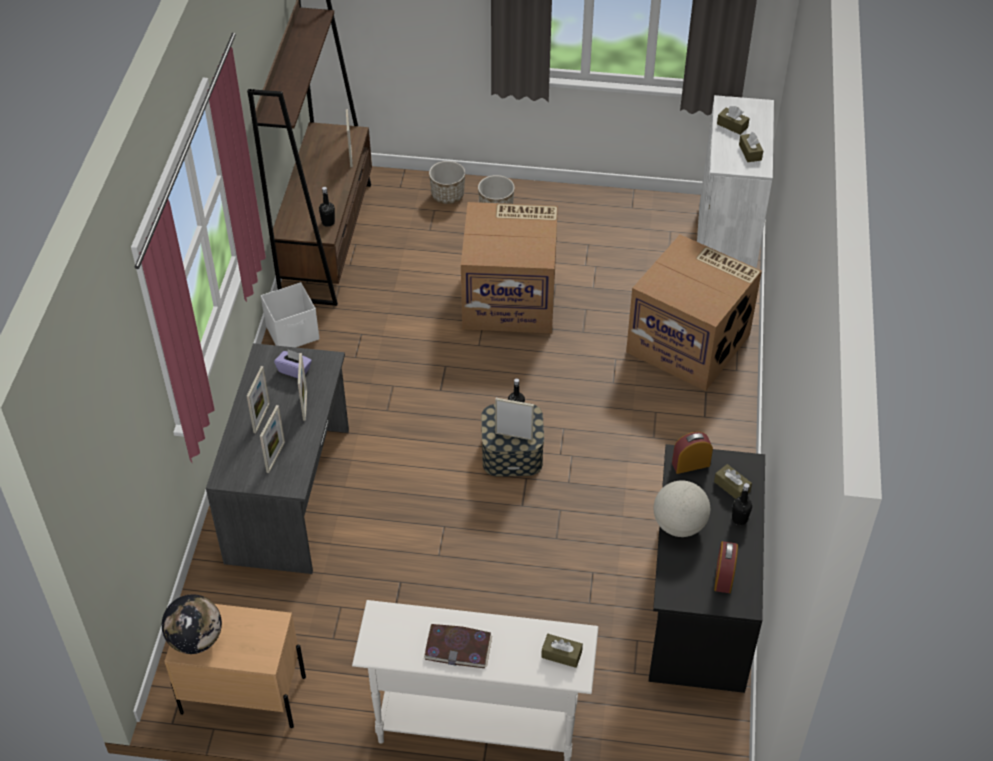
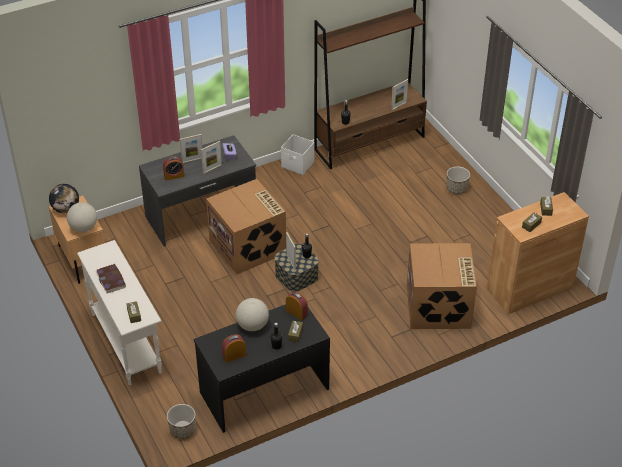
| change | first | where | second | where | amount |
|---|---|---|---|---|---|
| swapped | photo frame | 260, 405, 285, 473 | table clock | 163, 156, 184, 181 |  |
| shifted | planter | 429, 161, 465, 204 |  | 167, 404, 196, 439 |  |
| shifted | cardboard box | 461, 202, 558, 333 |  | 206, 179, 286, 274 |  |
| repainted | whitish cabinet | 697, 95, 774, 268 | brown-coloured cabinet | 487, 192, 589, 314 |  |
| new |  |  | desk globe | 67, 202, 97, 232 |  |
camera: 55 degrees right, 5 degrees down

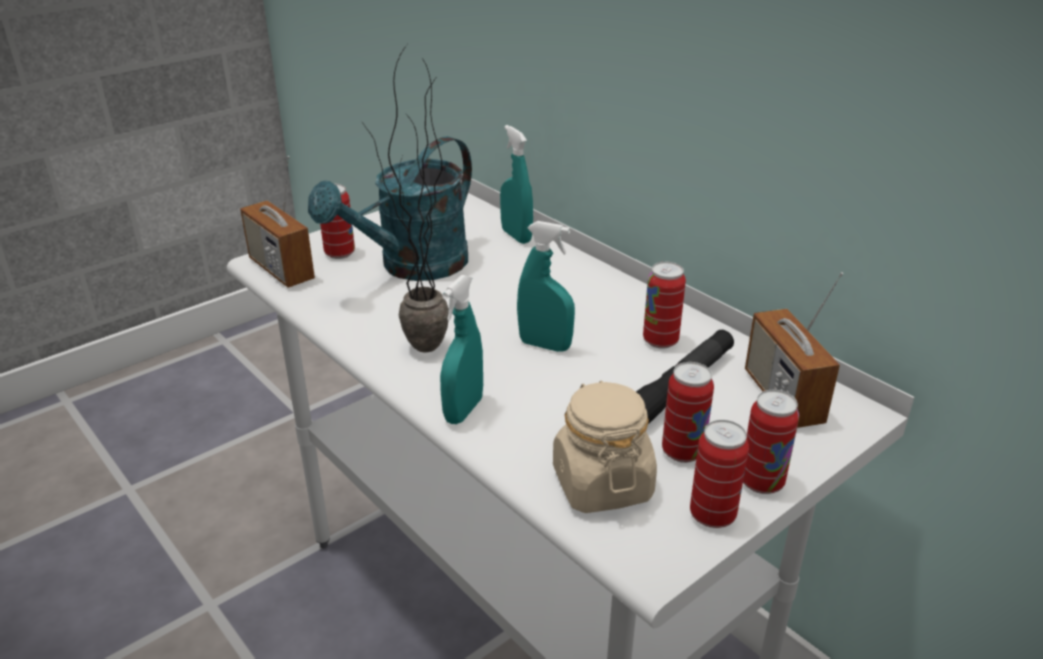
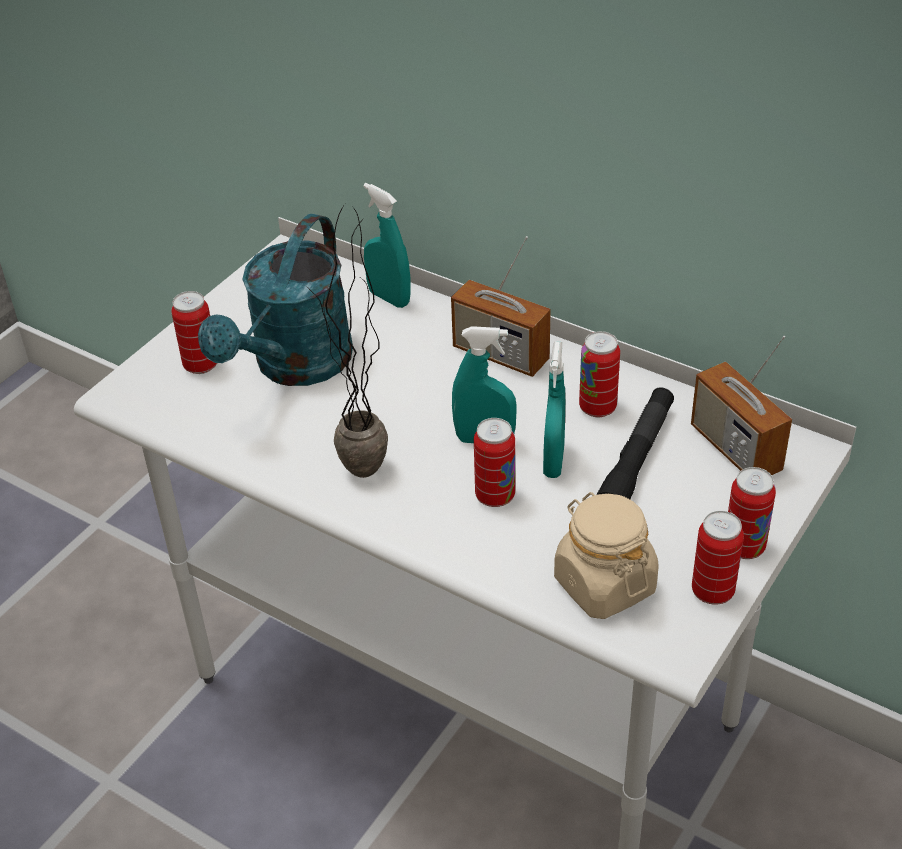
| change | first | where | second | where | amount |
|---|---|---|---|---|---|
| shifted | radio receiver | 240, 156, 315, 288 |  | 451, 236, 551, 377 |  |
| shifted | turquoise spray bottle | 440, 275, 483, 424 |  | 543, 341, 565, 478 |  |
| shifted | metal can | 662, 362, 714, 463 |  | 474, 418, 515, 507 |  |
camera: 15 degrees left, 10 degrees up

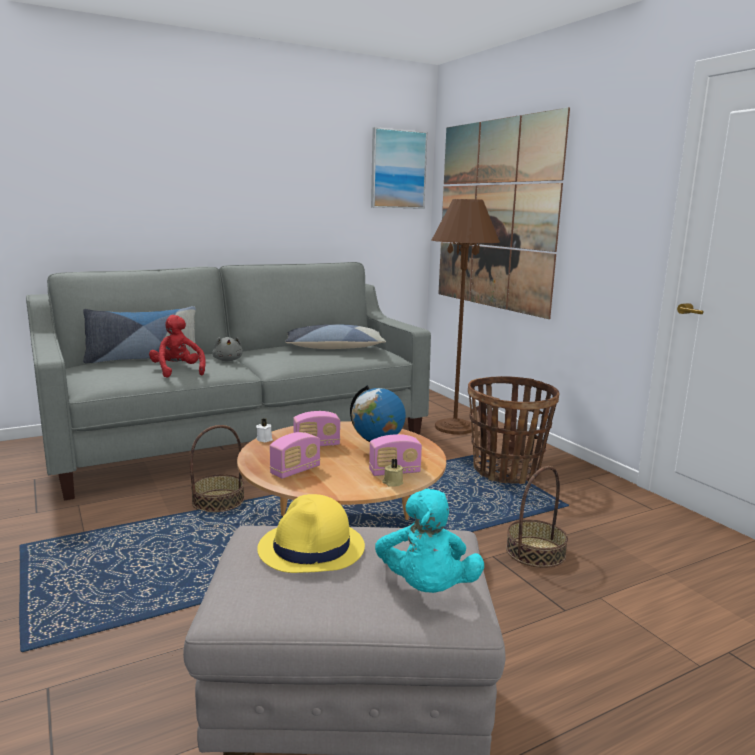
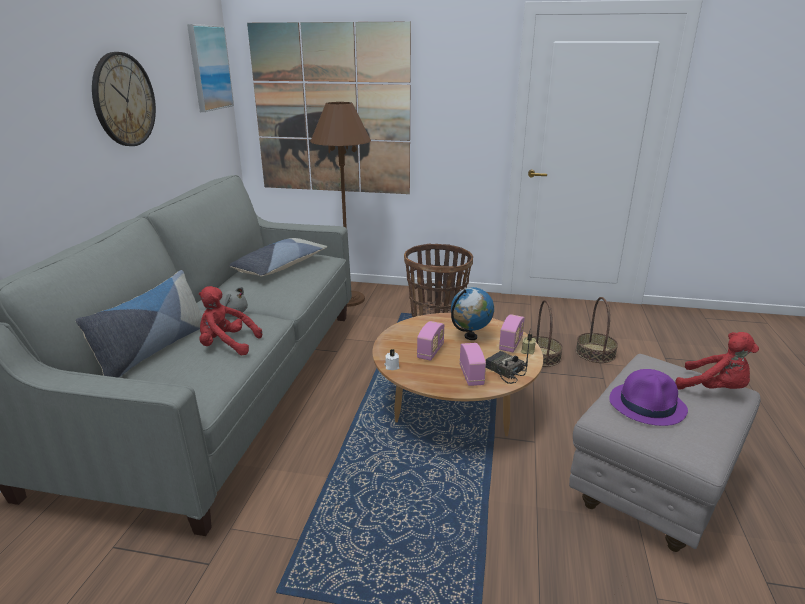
| change | first | where | second | where | amount |
|---|---|---|---|---|---|
| shifted | basket | 190, 425, 245, 512 |  | 576, 297, 618, 363 |  |
| repainted | yellow-coloured clothing hat | 257, 494, 365, 573 | purple clothing hat | 609, 369, 688, 426 |  |
| repainted | turquoise plush toy | 375, 489, 484, 593 | reddish plush toy | 675, 332, 759, 390 |  |
| new |  |  | wall clock | 92, 52, 156, 146 |  |
| new |  |  | radio receiver | 486, 333, 530, 384 |  |
camera: 50 degrees left, 10 degrees up

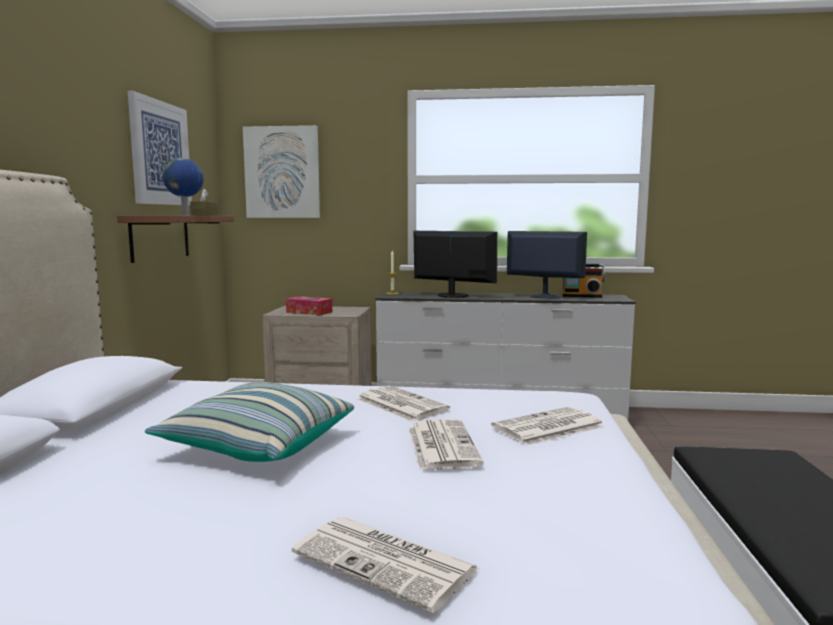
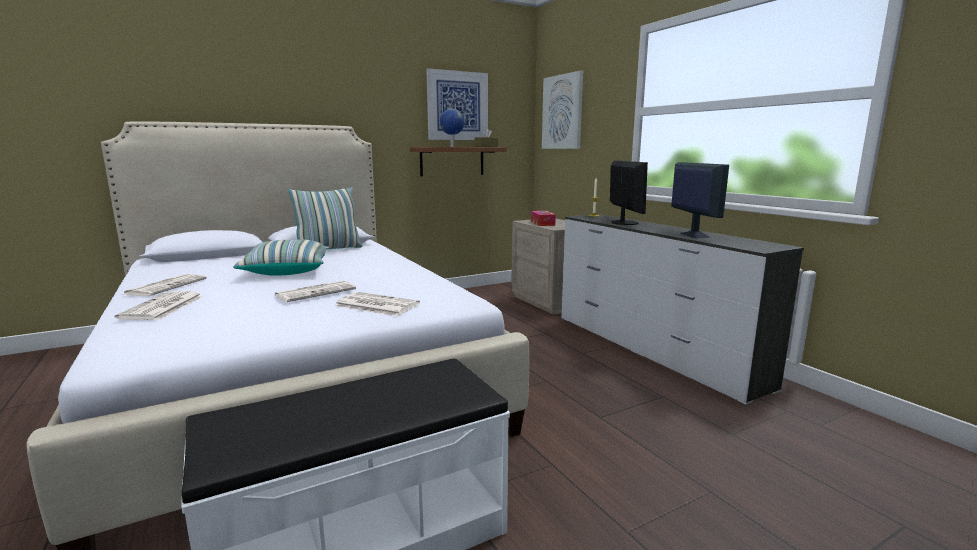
| change | first | where | second | where | amount |
|---|---|---|---|---|---|
| shifted | printed paper | 357, 386, 450, 422 |  | 124, 274, 207, 296 |  |
| gone | radio receiver | 562, 264, 605, 298 |  |  |  |
| new |  |  | pillow | 288, 187, 363, 249 |  |
camera: 55 degrees right, 5 degrees up

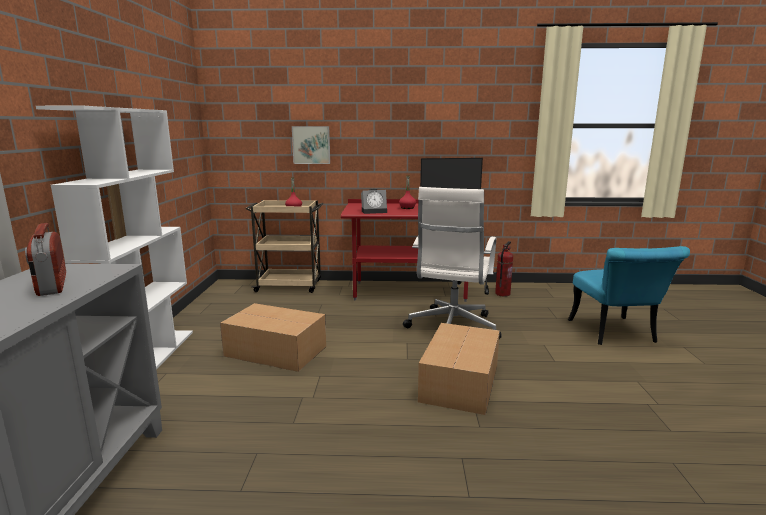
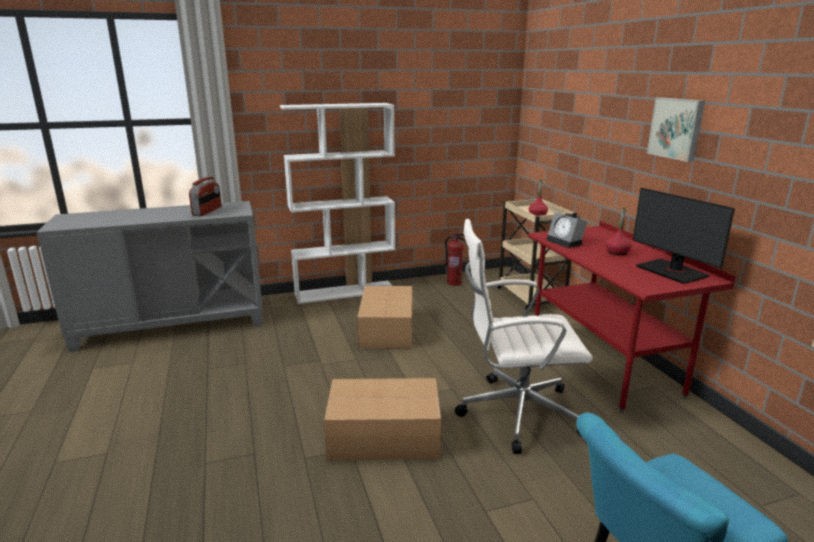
| change | first | where | second | where | amount |
|---|---|---|---|---|---|
| rotated | radio receiver | 25, 223, 66, 296 |  | 189, 177, 221, 216 | 150 degrees clockwise |
| shifted | wall picture | 292, 126, 330, 164 |  | 647, 97, 705, 162 |  |
| shifted | fire-fighting cylinder | 495, 241, 513, 297 |  | 445, 233, 466, 286 |  |
camera: 70 degrees right, 5 degrees up

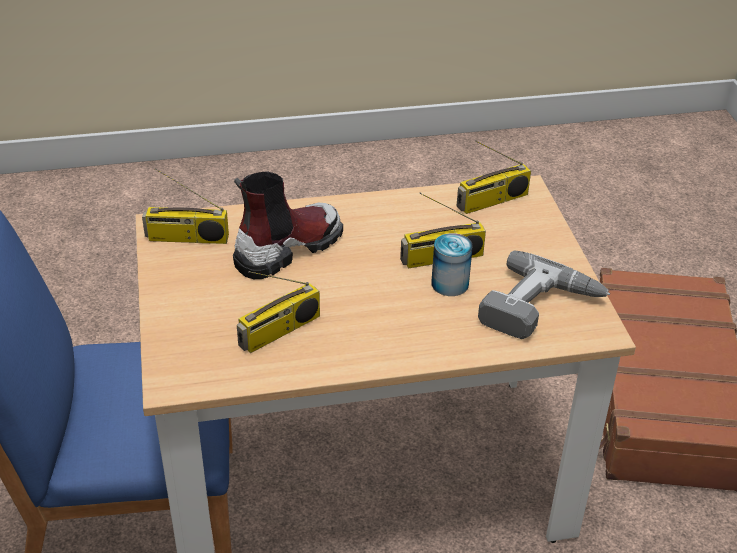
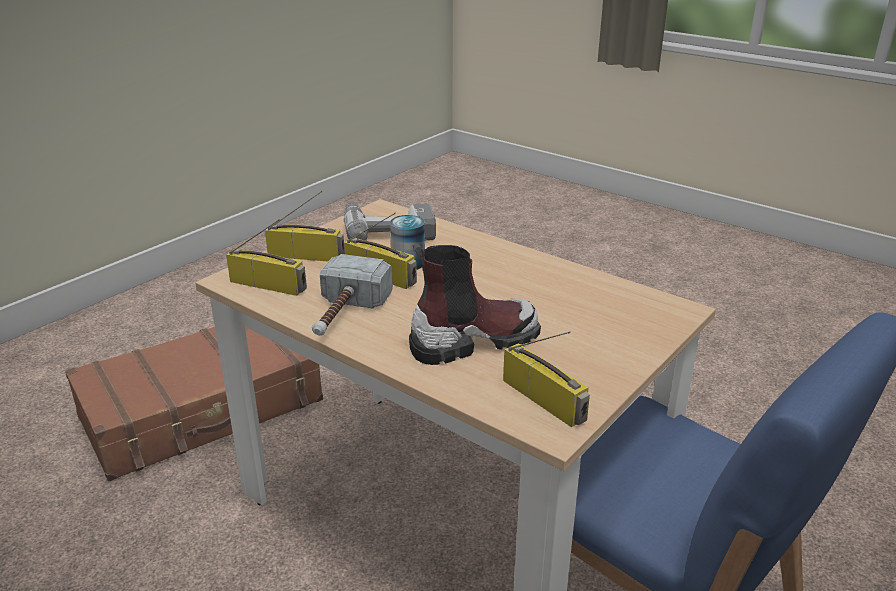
| change | first | where | second | where | amount |
|---|---|---|---|---|---|
| rotated | boot | 233, 171, 343, 279 |  | 409, 243, 541, 365 | 150 degrees clockwise |
| shifted | radio receiver | 237, 271, 320, 353 |  | 265, 191, 345, 261 |  |
| new |  |  | hammer | 312, 254, 393, 336 |  |
camera: 130 degrees left, 10 degrees down

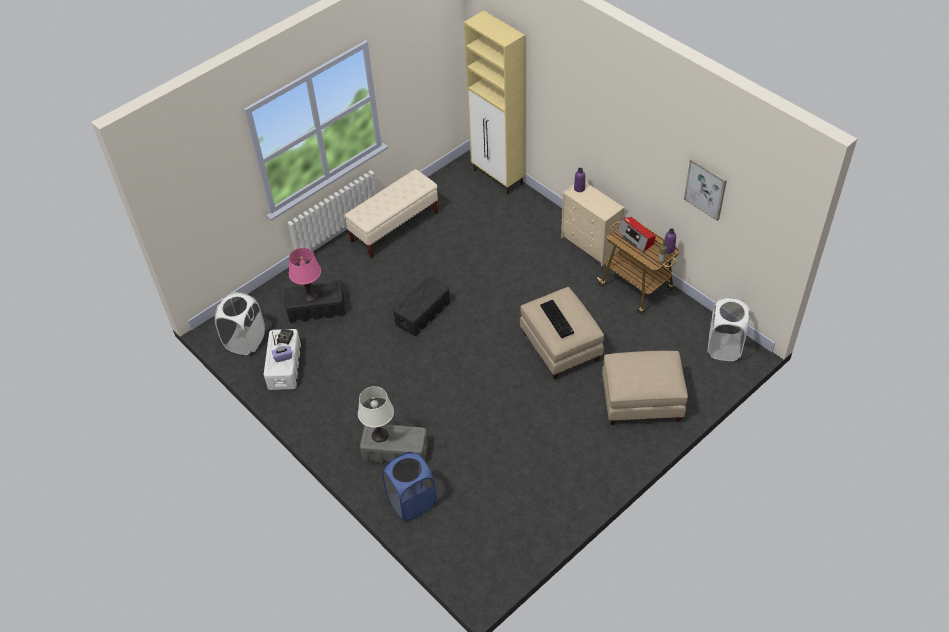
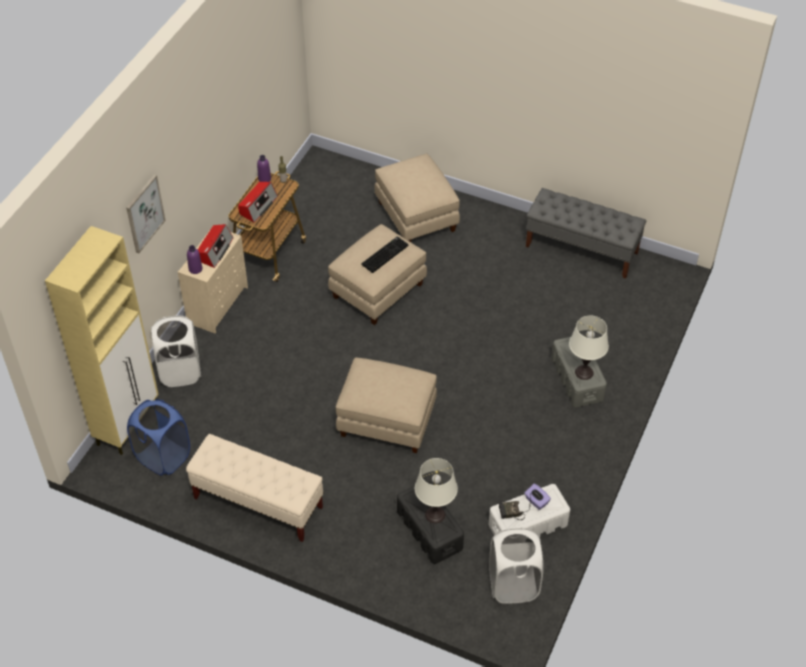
| change | first | where | second | where | amount |
|---|---|---|---|---|---|
| repainted | pink-coloured lamp for a table | 289, 248, 321, 302 | whitish lamp for a table | 415, 458, 458, 523 |  |
| shifted | bluish hamper | 382, 452, 437, 521 |  | 127, 399, 190, 475 |  |
| swapped | blackish storage container | 393, 276, 450, 336 | beige-coloured ottoman | 336, 357, 437, 453 |  |
| shifted | wall picture | 684, 158, 727, 221 |  | 126, 174, 166, 253 |  |
| shifted | whitish hamper | 707, 297, 750, 361 |  | 151, 315, 201, 387 |  |
| new |  |  | radio receiver | 198, 224, 233, 268 |  |
| new |  |  | grey indoor bench | 526, 188, 646, 279 |  |
camera: 115 degrees left, 0 degrees up

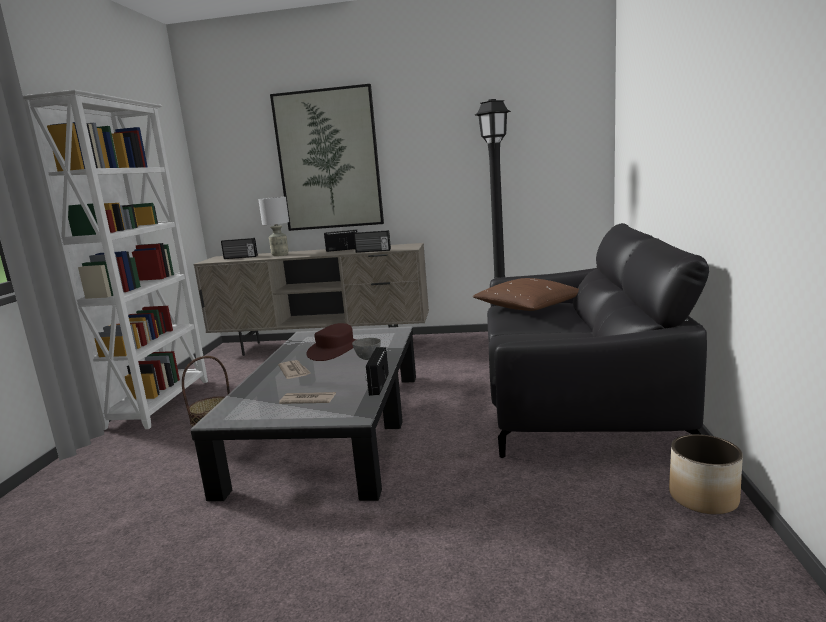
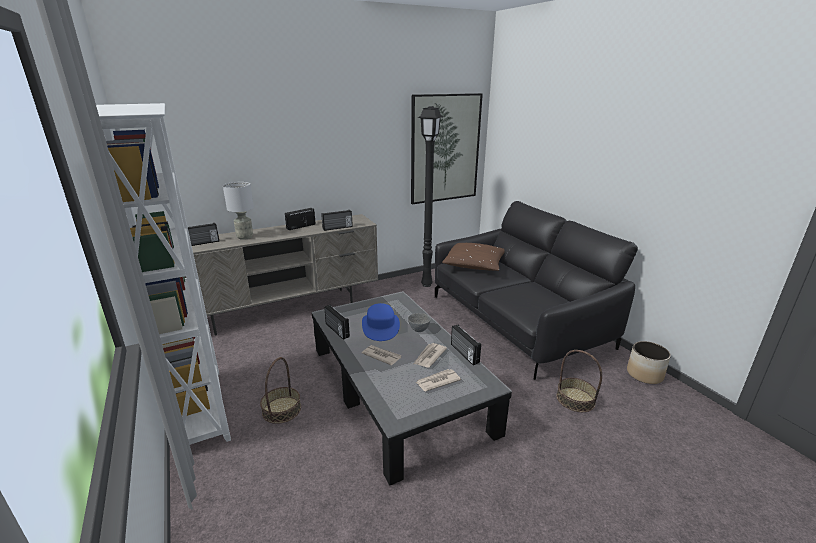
| change | first | where | second | where | amount |
|---|---|---|---|---|---|
| shifted | wall picture | 270, 84, 384, 231 |  | 411, 93, 483, 204 |  |
| repainted | brown-coloured clothing hat | 306, 323, 357, 361 | bluish clothing hat | 362, 303, 400, 341 |  |
| new |  |  | radio receiver | 324, 304, 350, 340 |  |
| new |  |  | printed paper | 414, 343, 447, 368 |  |
| new |  |  | basket | 557, 350, 602, 412 |  |
camera: 35 degrees left, 10 degrees up

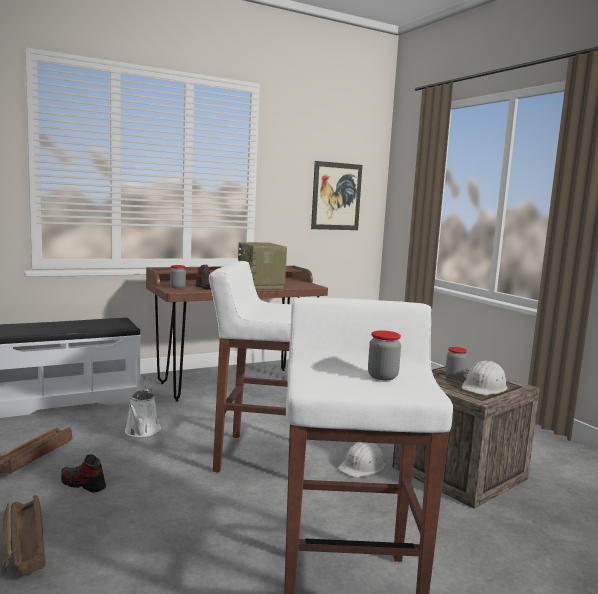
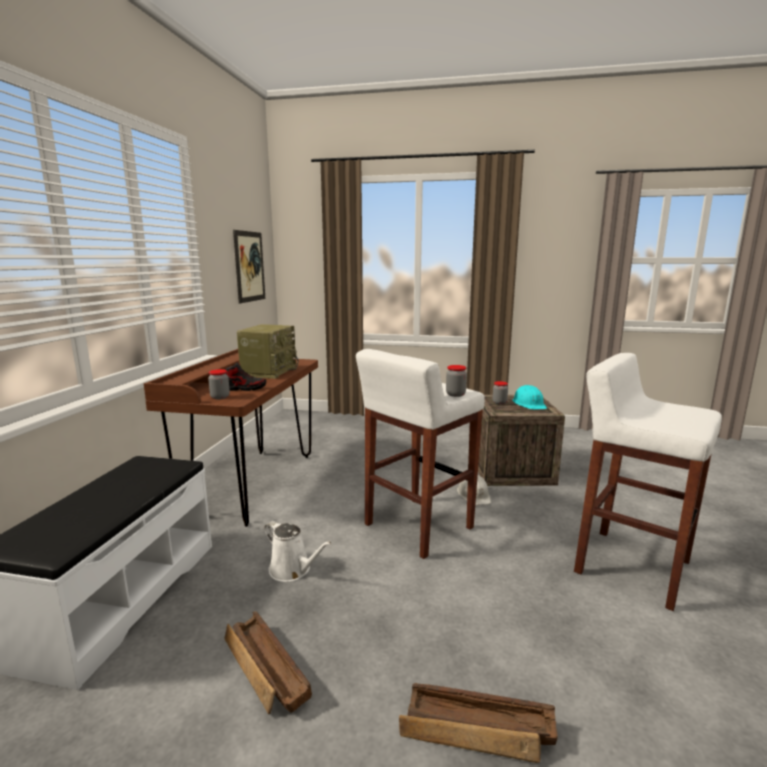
| change | first | where | second | where | amount |
|---|---|---|---|---|---|
| gone | shoe | 61, 455, 106, 493 |  |  |  |
| rotated | radio receiver | 238, 242, 287, 289 |  | 237, 324, 299, 379 | 90 degrees counterclockwise |
| shifted | storage jar | 368, 330, 401, 380 |  | 446, 365, 467, 397 |  |
| repainted | whitish work helmet | 462, 360, 508, 395 | turquoise work helmet | 512, 385, 547, 410 |  |
camera: 50 degrees left, 5 degrees up

